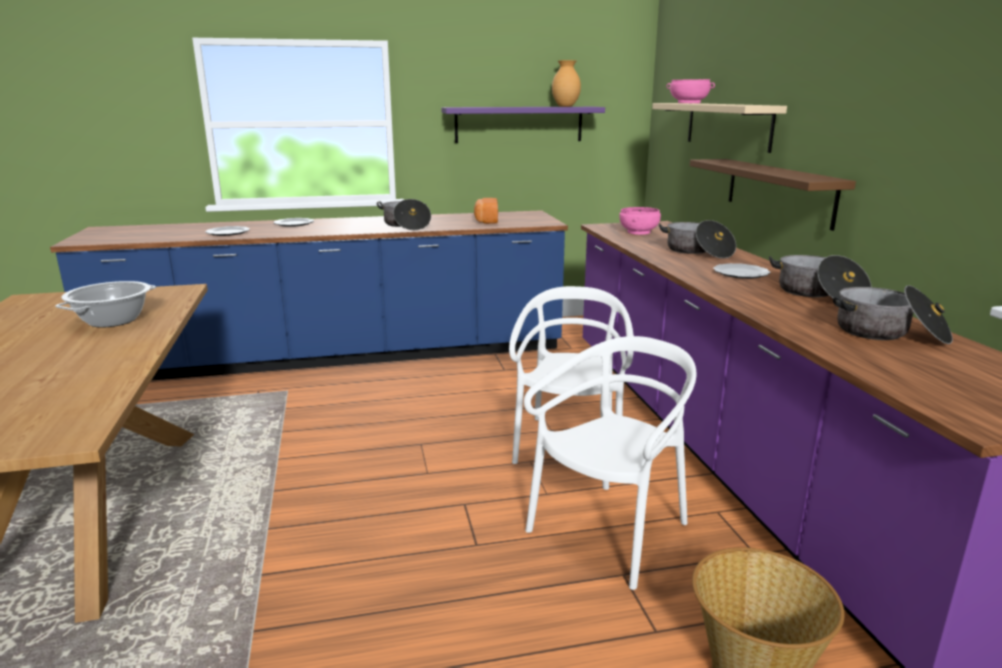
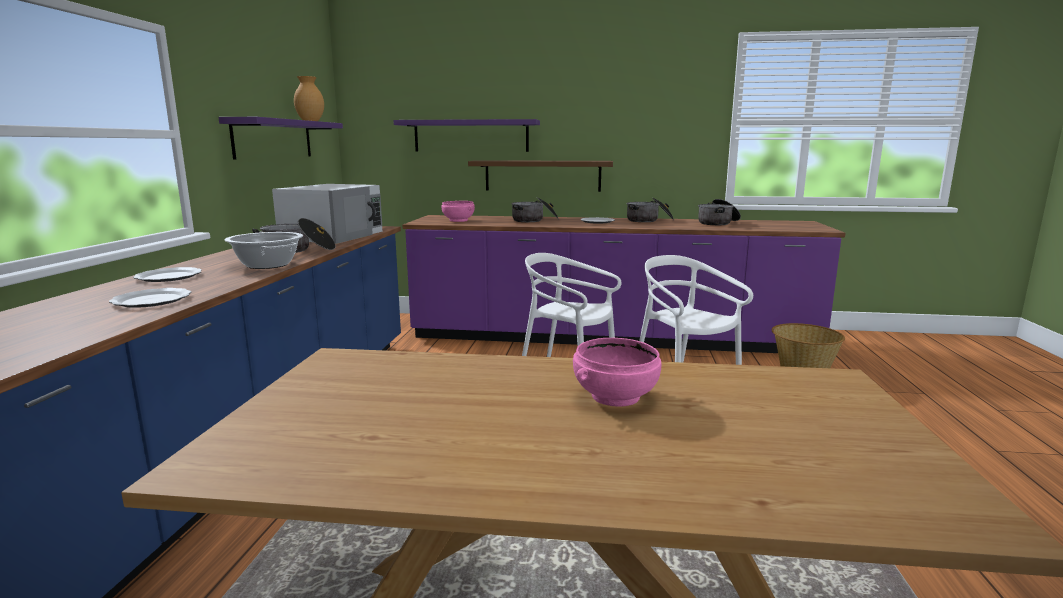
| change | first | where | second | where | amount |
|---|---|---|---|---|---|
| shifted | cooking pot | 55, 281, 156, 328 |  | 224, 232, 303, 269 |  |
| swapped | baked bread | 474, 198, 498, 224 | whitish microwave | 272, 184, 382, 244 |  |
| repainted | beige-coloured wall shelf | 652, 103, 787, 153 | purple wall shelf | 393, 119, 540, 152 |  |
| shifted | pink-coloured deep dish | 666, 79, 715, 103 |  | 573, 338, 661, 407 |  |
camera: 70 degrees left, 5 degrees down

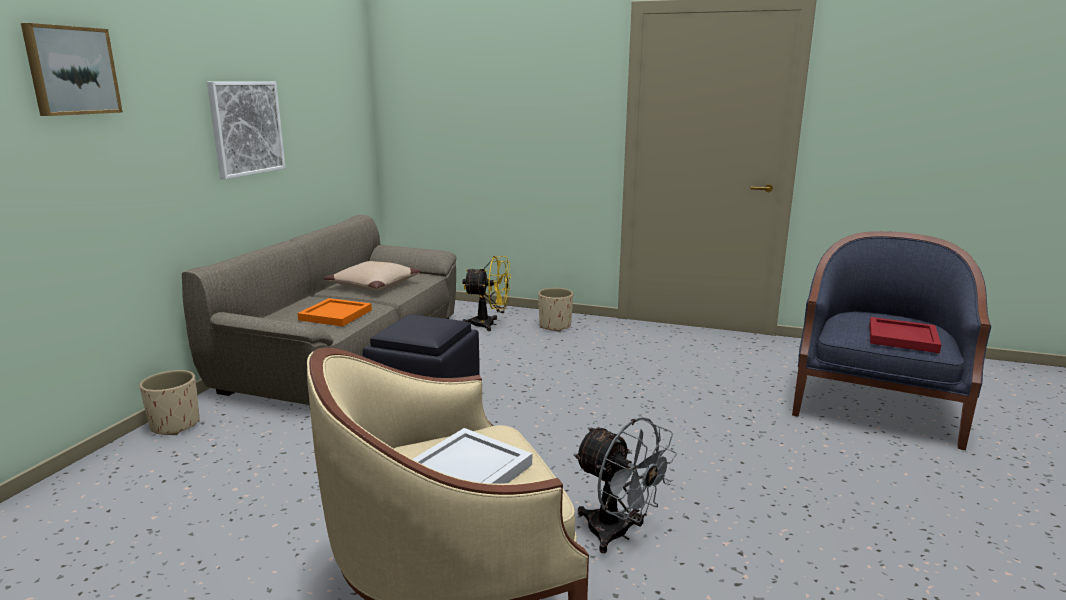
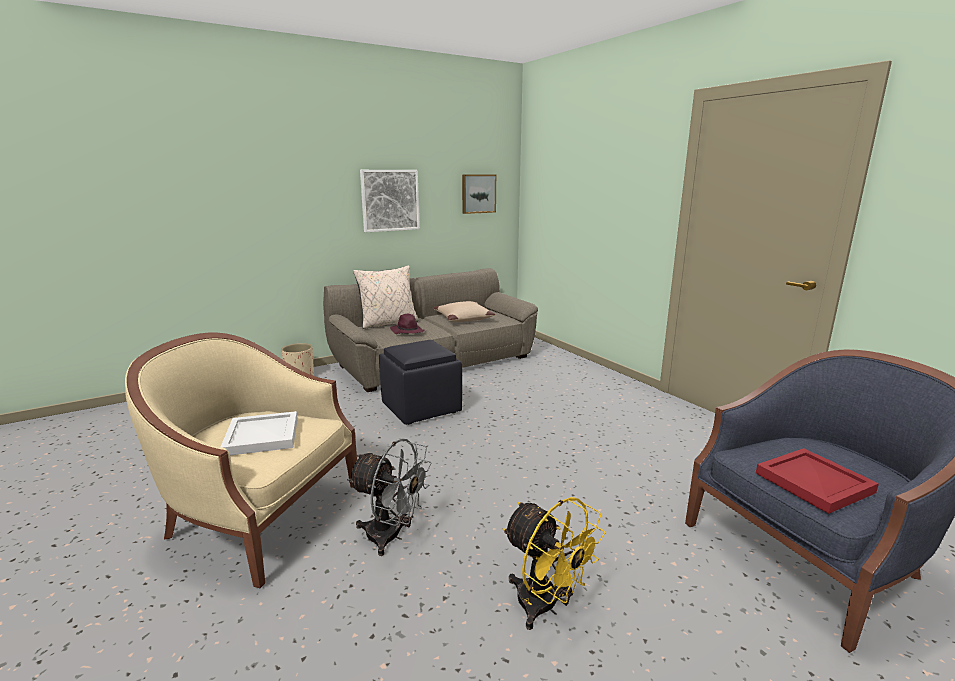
| change | first | where | second | where | amount |
|---|---|---|---|---|---|
| shifted | wall picture | 21, 23, 123, 116 |  | 462, 175, 496, 214 |  |
| swapped | orangey carrying tray | 298, 298, 372, 327 | purple clothing hat | 390, 314, 425, 334 |  |
| shifted | yellow-coloured cooling fan | 462, 256, 511, 331 |  | 503, 497, 606, 630 |  |
| gone | beige-coloured planter | 538, 288, 573, 332 |  |  |  |
| rotated | grey cooling fan | 573, 417, 677, 553 |  | 347, 439, 432, 556 | 60 degrees counterclockwise |
| new |  |  | beige-coloured pillow | 353, 265, 418, 329 |  |
camera: 40 degrees right, 0 degrees up

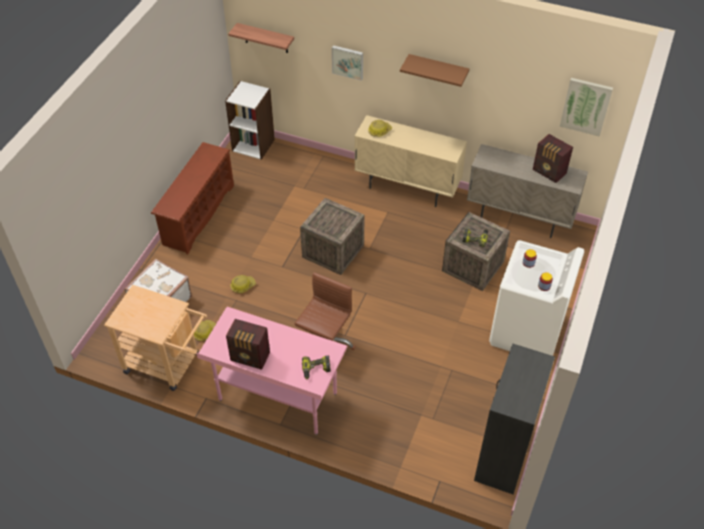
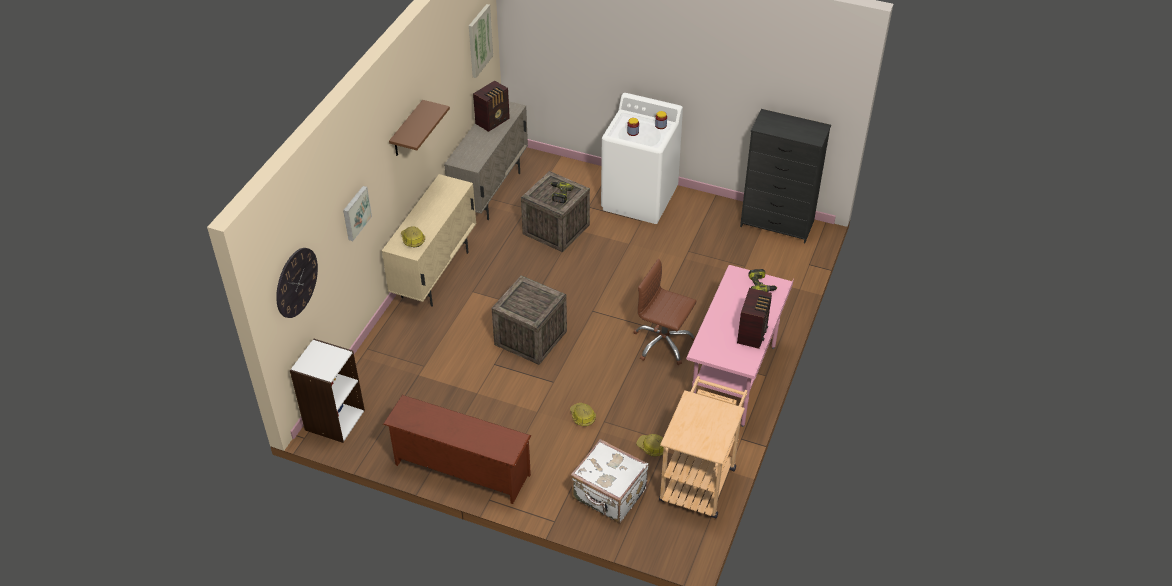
| change | first | where | second | where | amount |
|---|---|---|---|---|---|
| swapped | wall shelf | 228, 23, 294, 53 | wall clock | 276, 248, 318, 318 |  |
camera: 90 degrees left, 5 degrees down

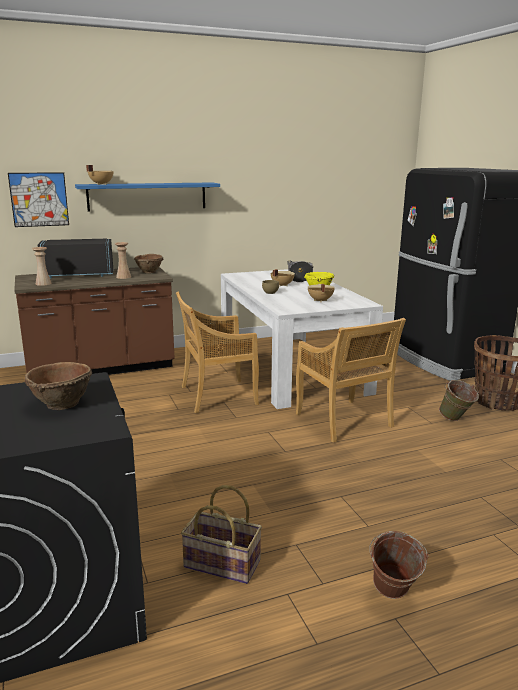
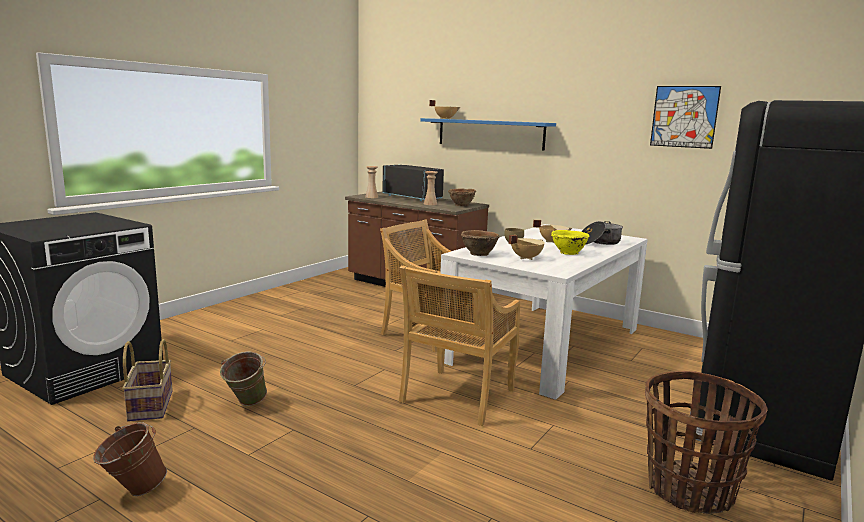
| change | first | where | second | where | amount |
|---|---|---|---|---|---|
| shifted | wall picture | 8, 172, 69, 227 |  | 650, 86, 721, 149 |  |
| shifted | brown-coloured deep dish | 25, 362, 92, 410 |  | 461, 230, 500, 256 |  |
| shifted | green-coloured water bucket | 439, 380, 479, 421 |  | 220, 351, 267, 406 |  |
camera: 55 degrees right, 5 degrees down

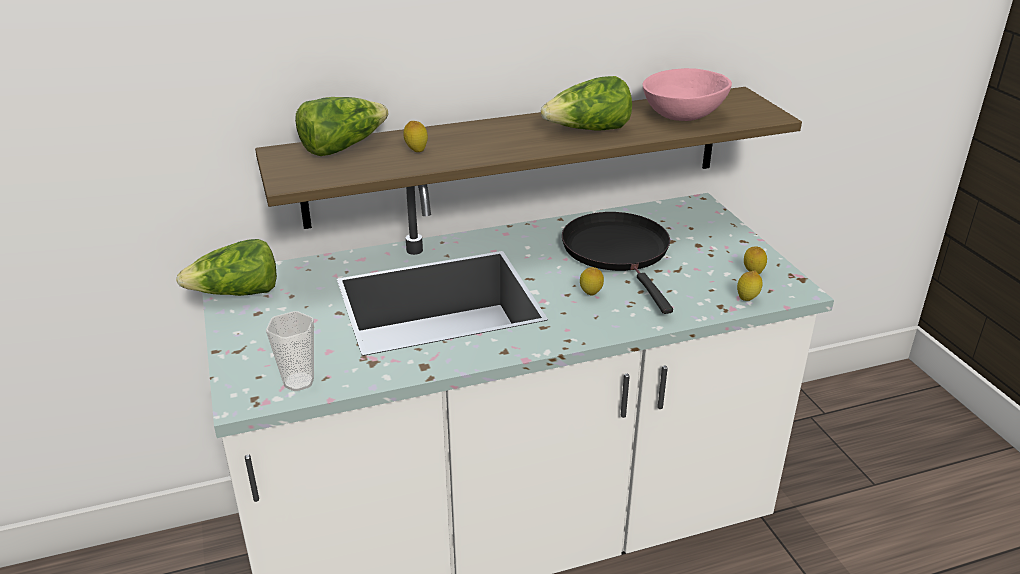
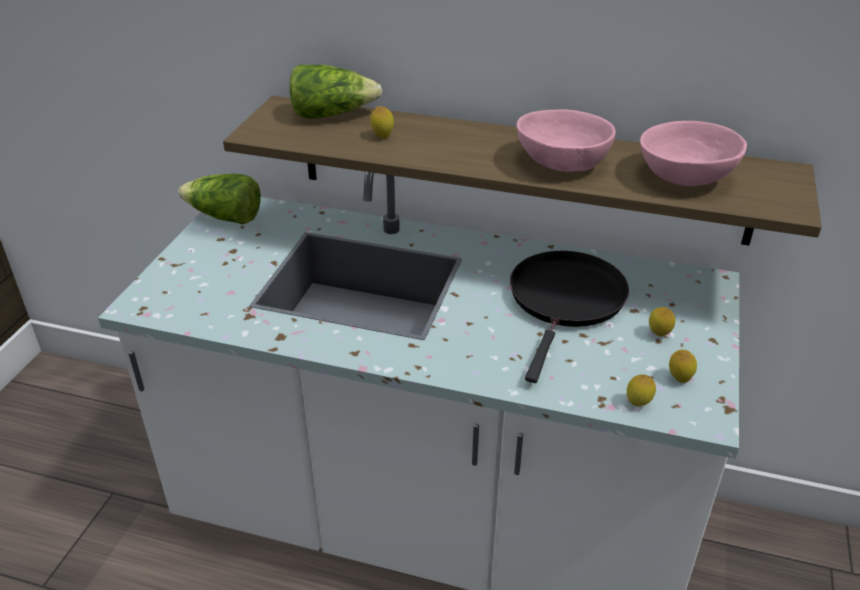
| change | first | where | second | where | amount |
|---|---|---|---|---|---|
| gone | drinking cup | 266, 311, 314, 391 |  |  |  |
| swapped | lettuce | 541, 76, 632, 130 | pink-coloured deep dish | 517, 110, 616, 172 |  |
| shifted | lemon | 580, 267, 604, 296 |  | 649, 307, 675, 336 |  |
camera: 35 degrees right, 5 degrees up

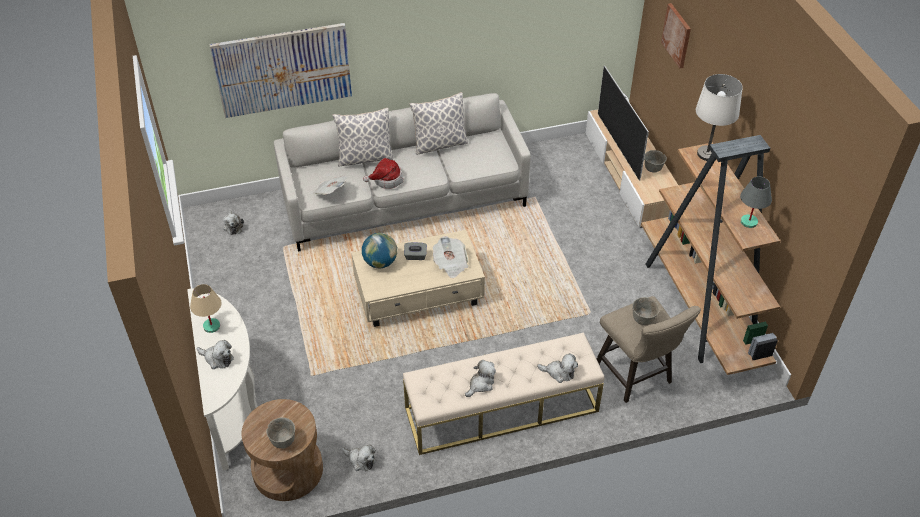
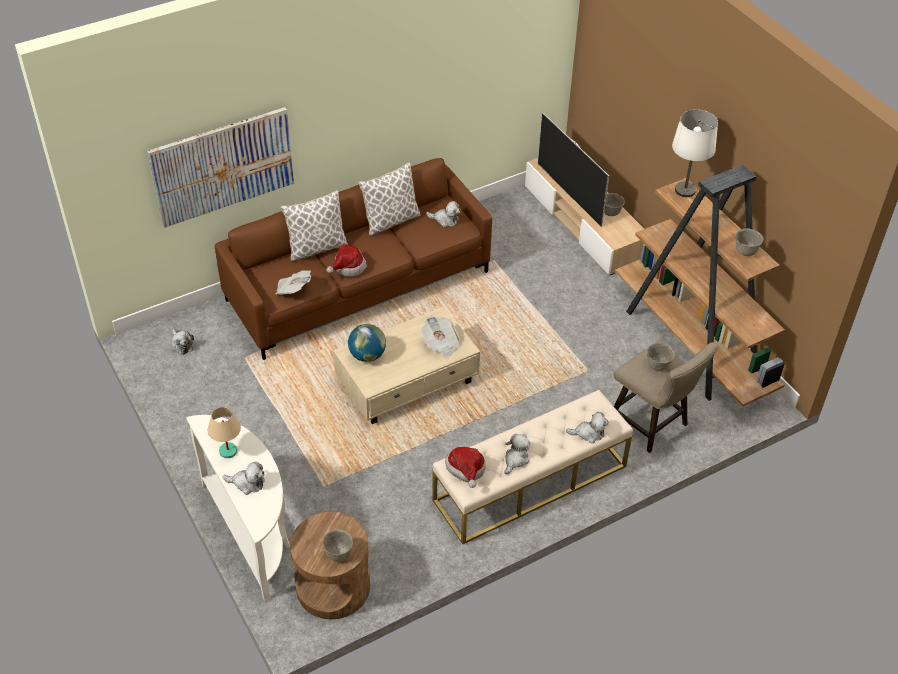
| change | first | where | second | where | amount |
|---|---|---|---|---|---|
| repainted | grey sofa | 274, 93, 531, 252 | brown-coloured sofa | 215, 158, 492, 360 |  |
| shifted | plush toy | 341, 444, 376, 471 |  | 426, 201, 460, 227 |  |
| gone | grey box of tissues | 404, 242, 427, 260 |  |  |  |
| gone | wall picture | 661, 3, 691, 68 |  |  |  |
| swapped | grey lamp for a table | 740, 177, 772, 228 | grey deep dish | 735, 229, 763, 256 |  |
| new |  |  | clothing hat | 445, 447, 486, 488 |  |
camera: 15 degrees left, 0 degrees up

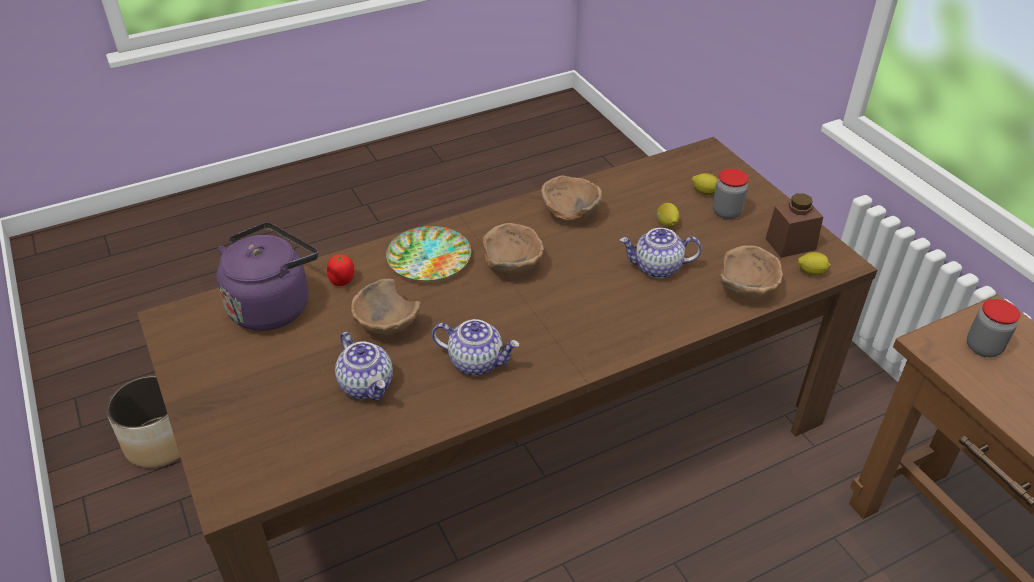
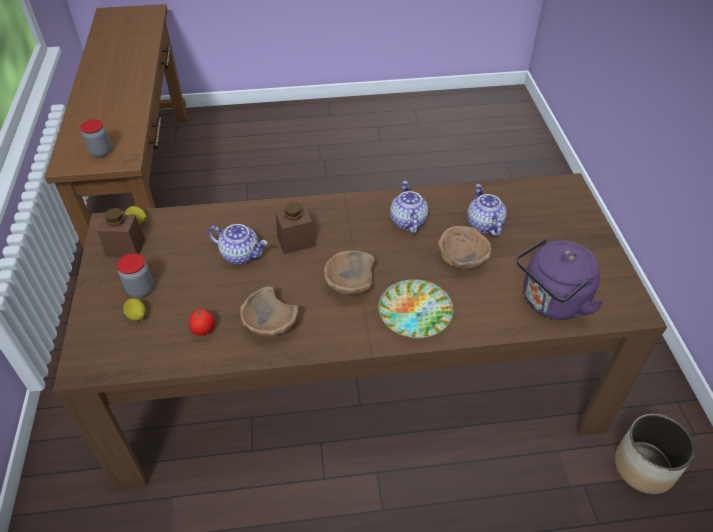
| change | first | where | second | where | amount |
|---|---|---|---|---|---|
| shifted | tomato | 327, 254, 354, 286 |  | 189, 309, 215, 335 |  |
| rotated | teapot | 432, 319, 520, 375 |  | 390, 181, 428, 234 | 45 degrees clockwise |
| gone | lemon | 657, 203, 679, 227 |  |  |  |
| gone | brown-coloured deep dish | 720, 245, 783, 298 |  |  |  |
| new |  |  | brown-coloured storage jar | 276, 202, 315, 254 |  |
camera: 160 degrees left, 5 degrees up

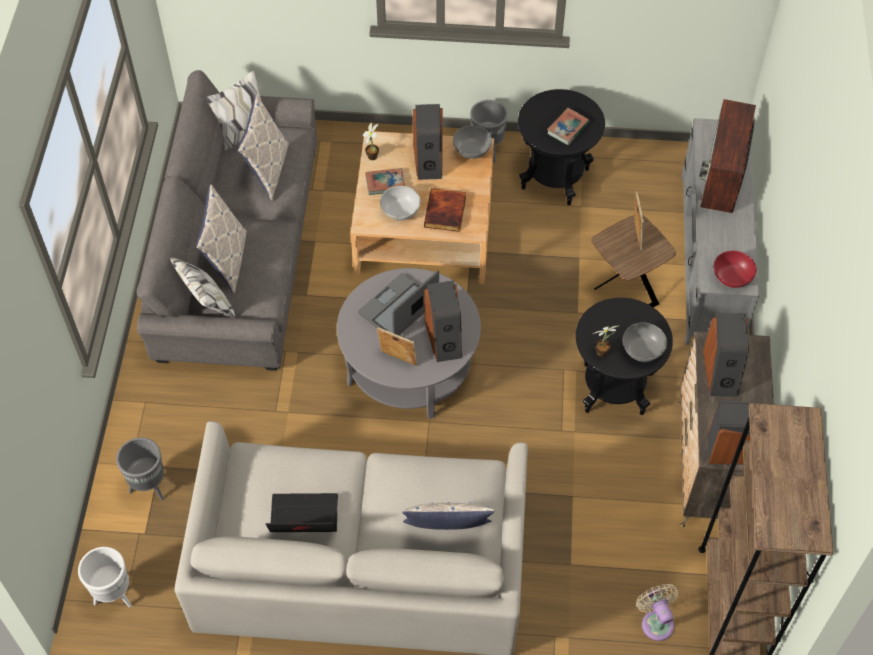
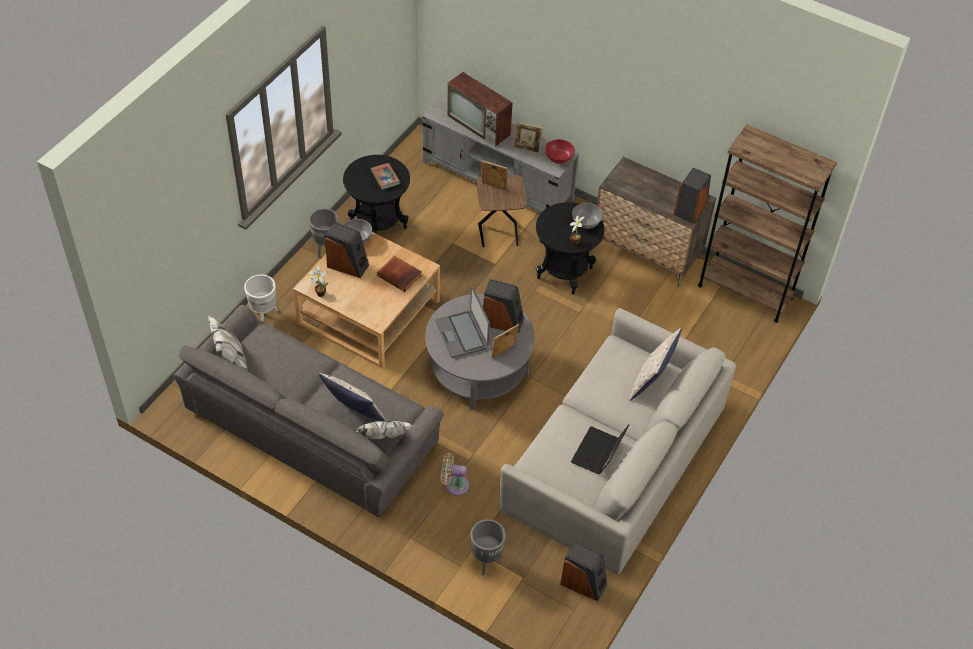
| change | first | where | second | where | amount |
|---|---|---|---|---|---|
| shifted | whitish planter | 78, 547, 132, 607 |  | 244, 274, 278, 322 |  |
| gone | pillow | 237, 94, 289, 201 |  |  |  |
| gone | bound book | 365, 168, 405, 195 |  |  |  |
| gone | whitish deep dish | 380, 186, 421, 221 |  |  |  |
| shifted | beige-coloured cooling fan | 636, 584, 678, 641 |  | 441, 453, 469, 496 |  |
| shifted | audio speaker | 703, 313, 749, 397 |  | 560, 541, 607, 601 |  |
| new |  |  | photo frame | 513, 122, 543, 154 |  |
camera: 65 degrees left, 5 degrees down

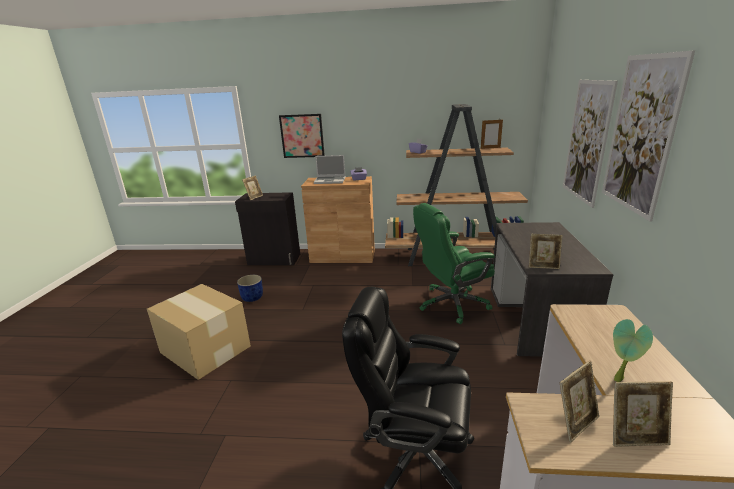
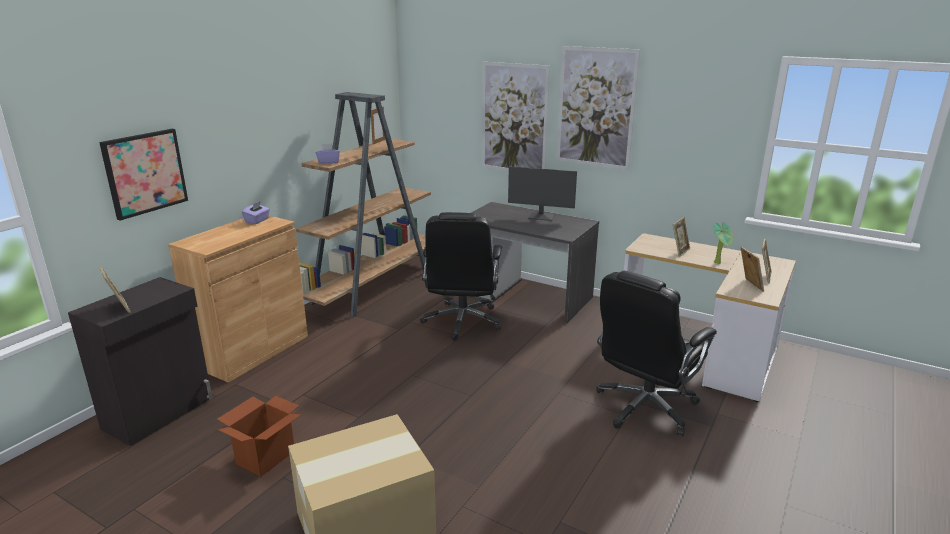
| change | first | where | second | where | amount |
|---|---|---|---|---|---|
| swapped | bluish planter | 237, 275, 263, 302 | cardboard box | 217, 396, 301, 477 |  |
| gone | laptop | 314, 155, 345, 184 |  |  |  |
| repainted | green-coloured computer chair | 413, 203, 495, 324 | blackish computer chair | 420, 212, 502, 341 |  |
| shifted | photo frame | 529, 234, 563, 269 |  | 673, 217, 690, 257 |  |
| new |  |  | monitor | 508, 167, 577, 221 |  |
camera: 65 degrees left, 0 degrees up

